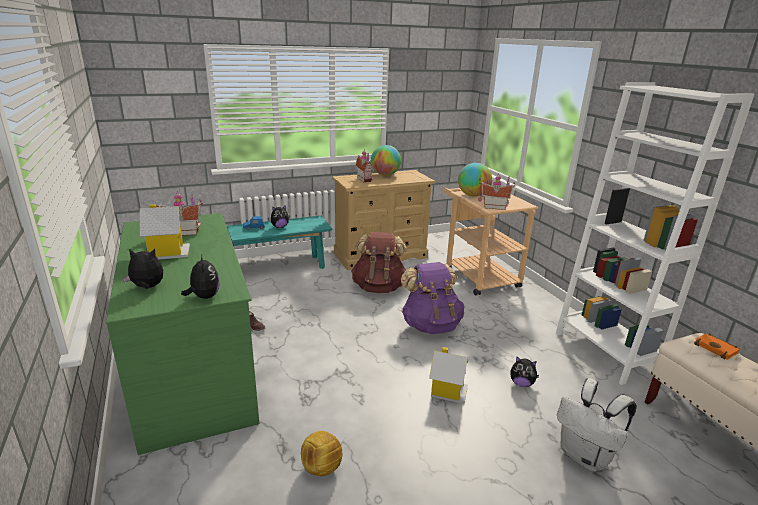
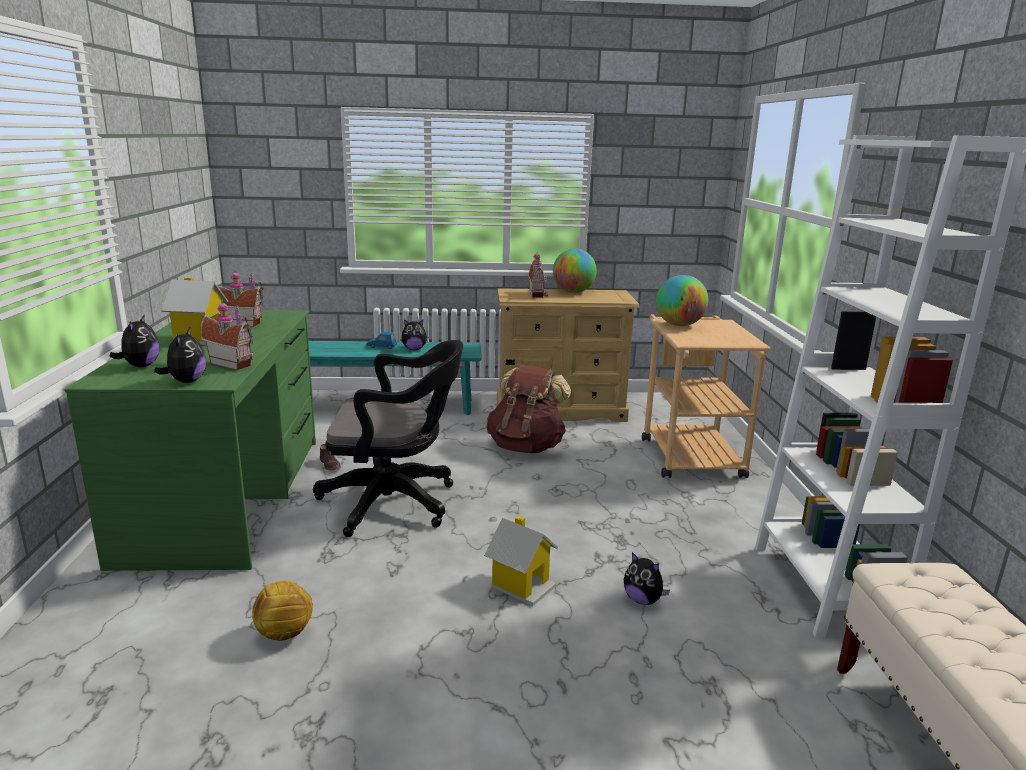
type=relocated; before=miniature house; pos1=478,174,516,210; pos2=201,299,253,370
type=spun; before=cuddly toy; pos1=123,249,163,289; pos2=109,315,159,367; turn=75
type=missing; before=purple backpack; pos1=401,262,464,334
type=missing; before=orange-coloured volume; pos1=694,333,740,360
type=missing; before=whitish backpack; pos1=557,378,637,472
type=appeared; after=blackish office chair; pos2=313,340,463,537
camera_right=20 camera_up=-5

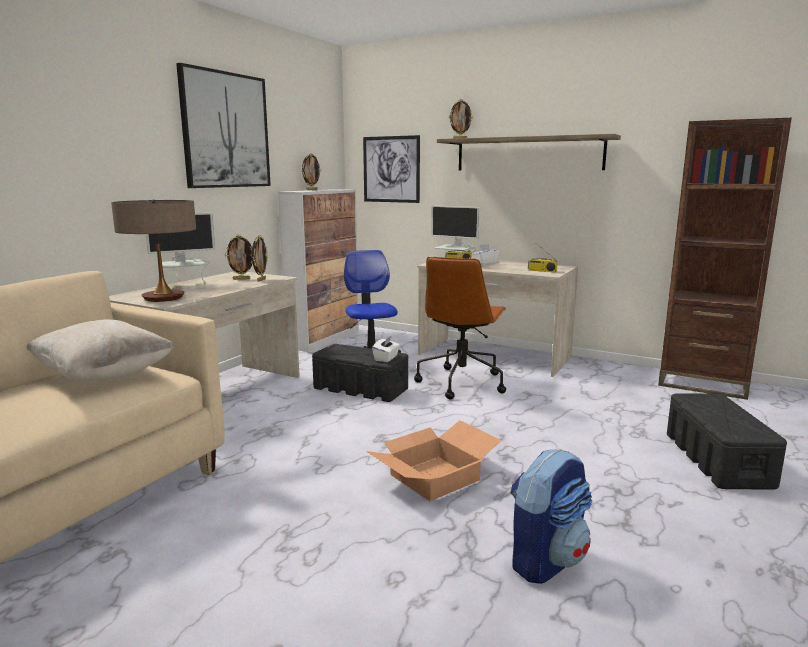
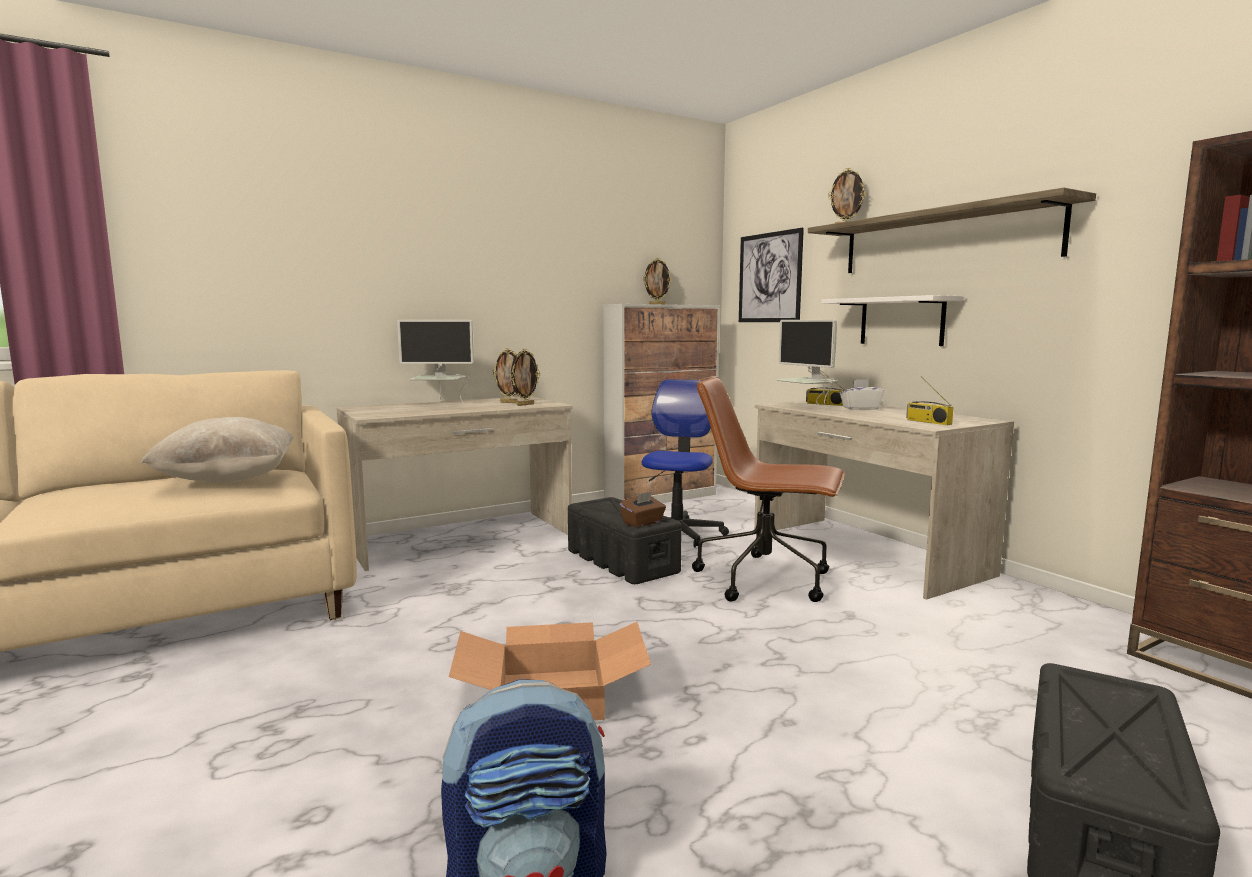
type=missing; before=wall picture; pos1=176,63,271,188
type=missing; before=lamp for a table; pos1=111,200,196,302
type=spun; before=brown-coloured office chair; pos1=414,257,507,399; pos2=692,376,845,602; turn=60
type=colour; before=whitish box of tissues; after=brown-coloured box of tissues; pos1=372,336,400,362; pos2=619,491,666,527
type=appeared; after=whitish wall shelf; pos2=821,295,964,346
camera_right=30 camera_up=-5

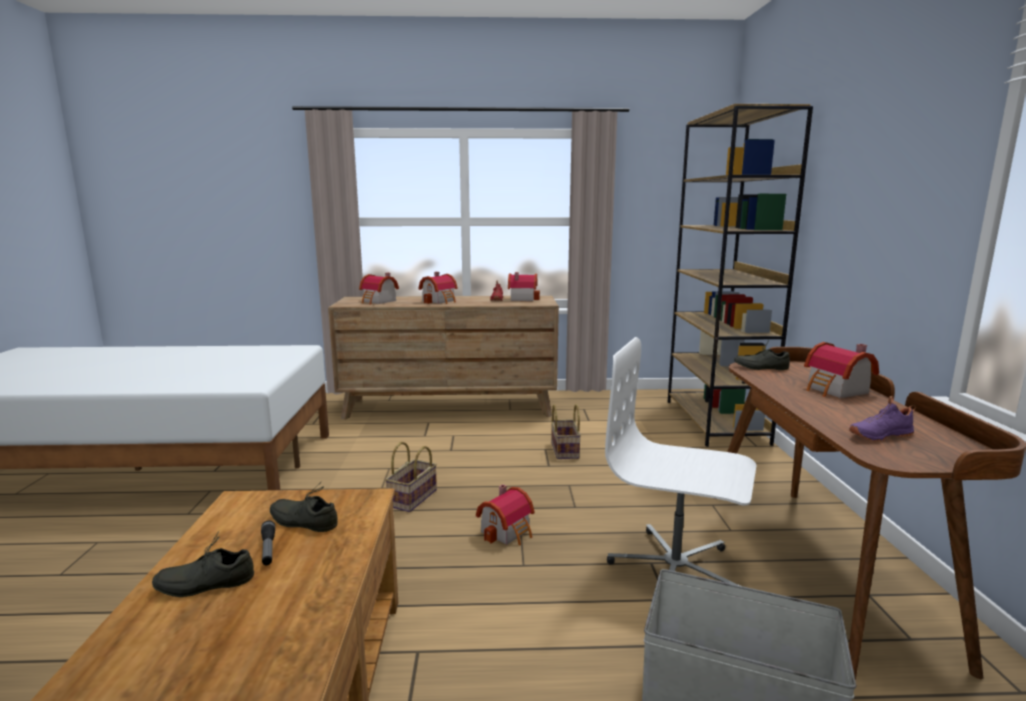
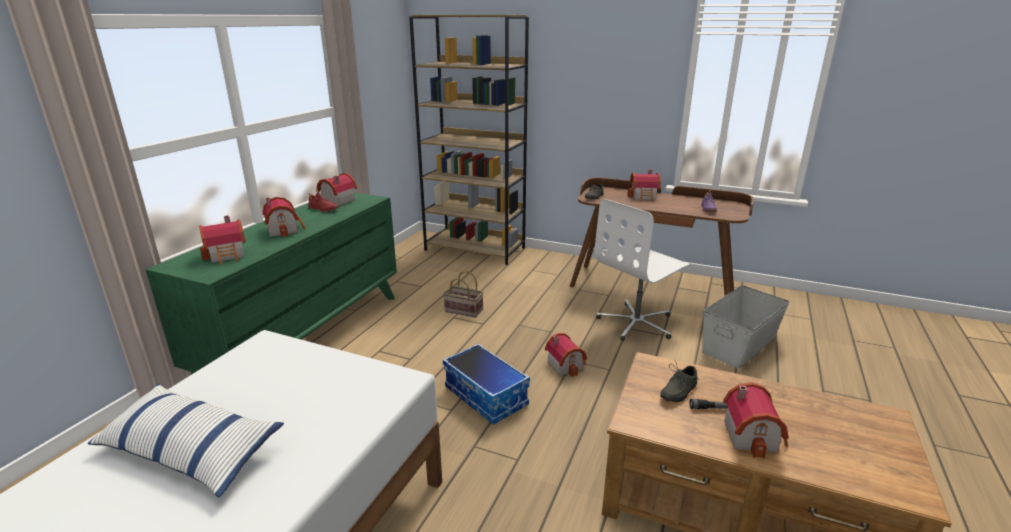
type=colour; before=brown-coloured dresser; after=green-coloured dresser; pos1=328,296,559,420; pos2=146,193,397,375
type=exchanged; before=household basket; after=storage bin; pos1=385,442,437,512; pos2=443,343,530,425
type=exchanged; before=grey low shoe; after=miniature house; pos1=152,531,254,597; pos2=723,383,789,459
type=appeared; after=pillow; pos2=87,383,284,498
camera_right=-65 camera_up=10

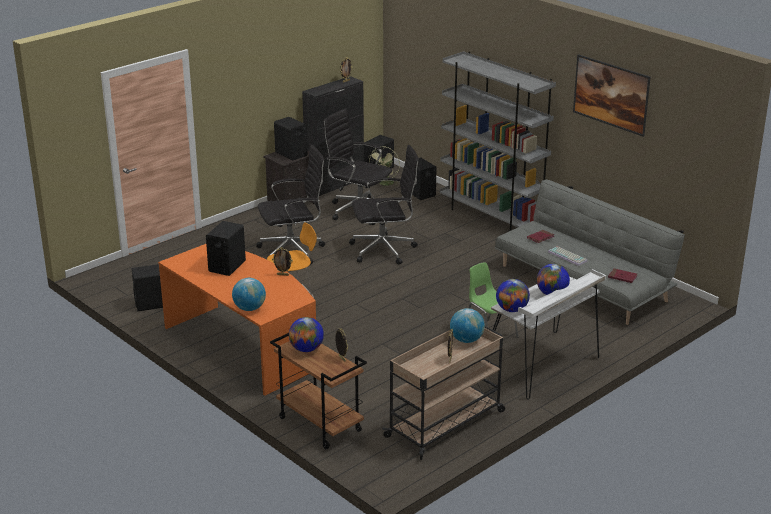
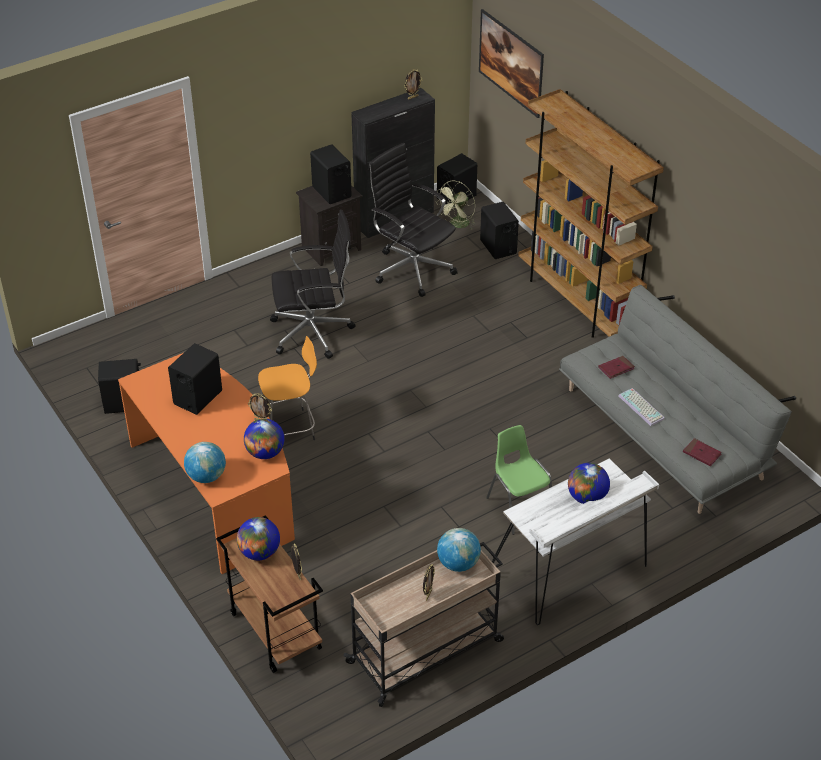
type=colour; before=grey shelving unit; after=brown-coloured shelving unit; pos1=440,51,556,231; pos2=518,89,664,338
type=relocated; before=wall picture; pos1=573,54,651,137; pos2=479,9,544,118
type=missing; before=blackish office chair; pos1=349,145,420,265
type=relocated; before=globe; pos1=496,279,530,312; pos2=244,419,285,459
camera_right=10 camera_up=15

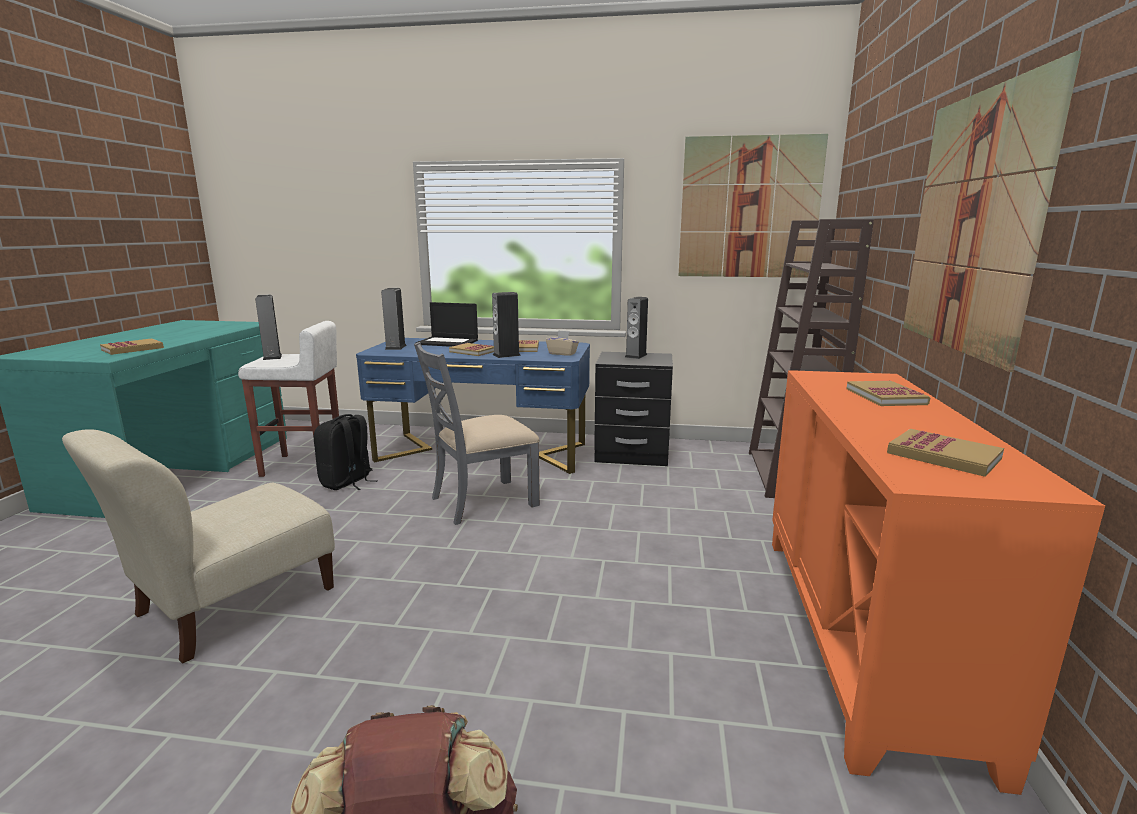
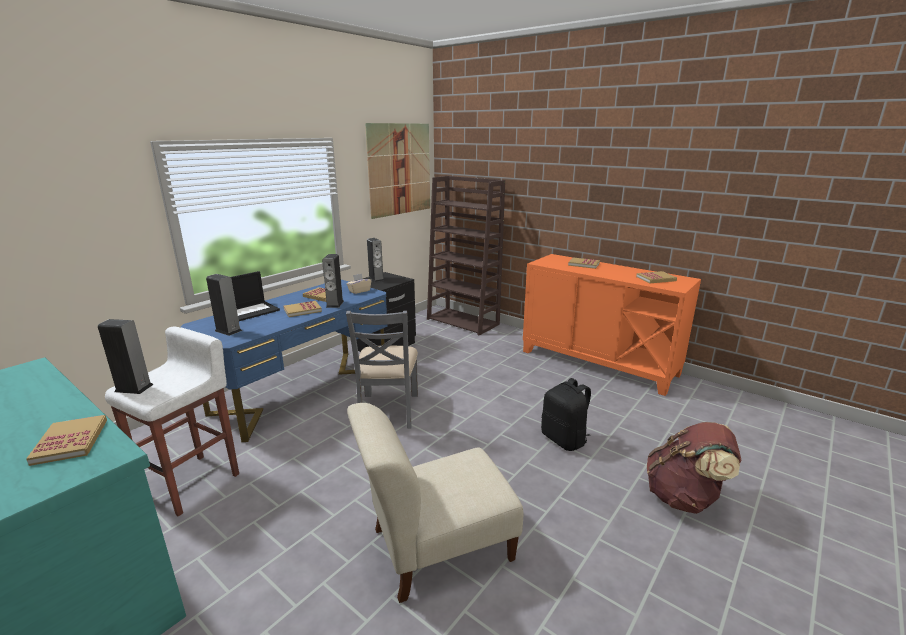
type=missing; before=wall picture; pos1=903,51,1081,372
type=relocated; before=blackish backpack; pos1=314,414,377,490; pos2=541,378,591,451
type=spun; before=sand-coloured chair; pos1=62,429,335,664; pos2=347,403,523,603; turn=90
camera_right=-60 camera_up=5

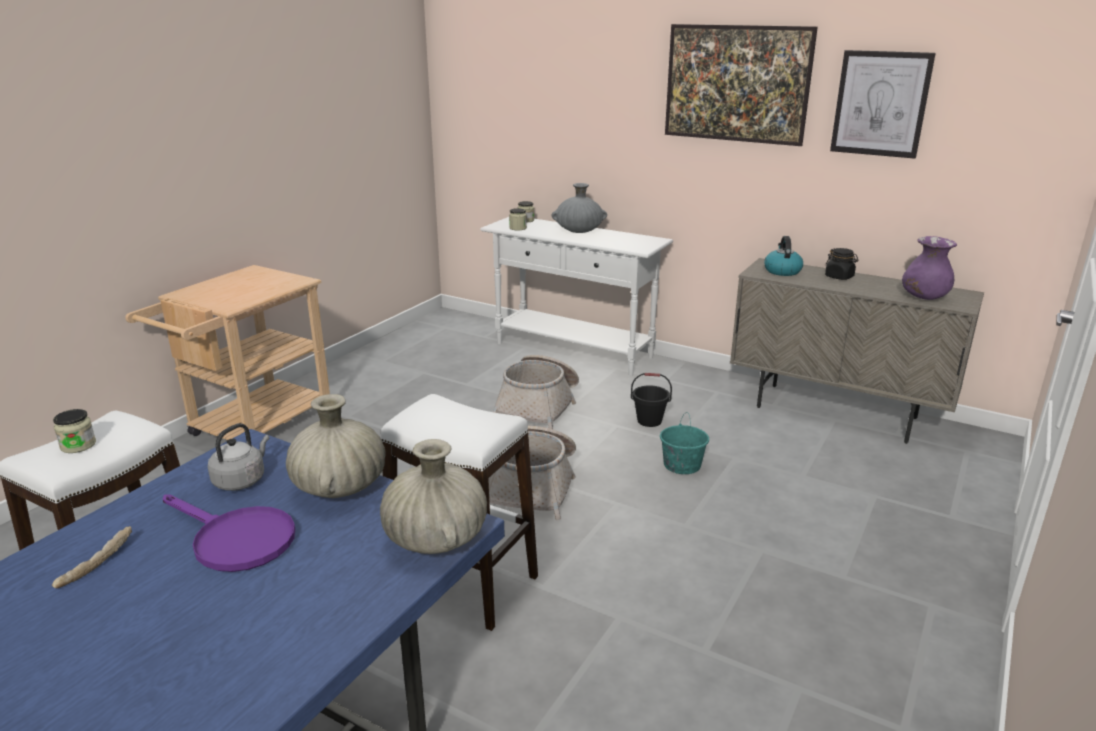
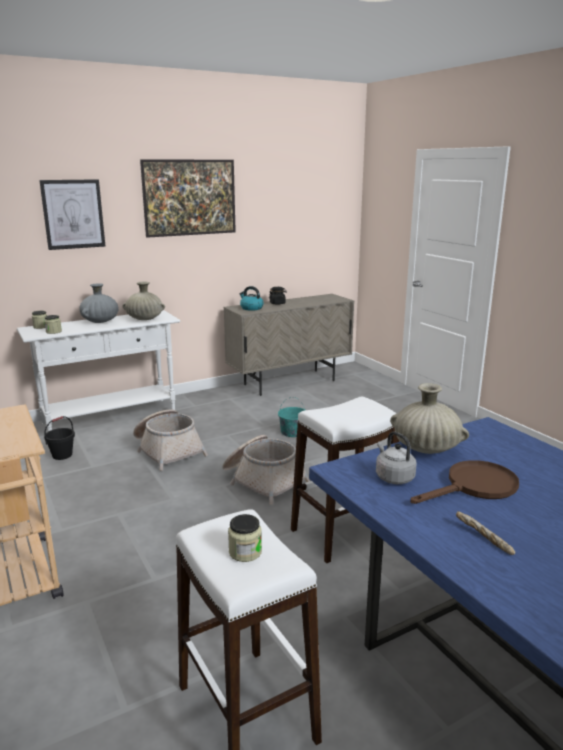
type=relocated; before=wall picture; pos1=830,50,936,159; pos2=39,179,105,250
type=missing; before=purple decorative vase; pos1=902,236,957,300
type=relocated; before=blackish water bucket; pos1=631,373,672,427; pos2=44,416,75,460
type=relocated; before=sand-coloured decorative vase; pos1=380,439,487,554; pos2=122,281,165,320
type=colour; before=purple pan; after=brown-coloured pan; pos1=163,494,295,572; pos2=410,460,519,504
camera_right=-60 camera_up=-5

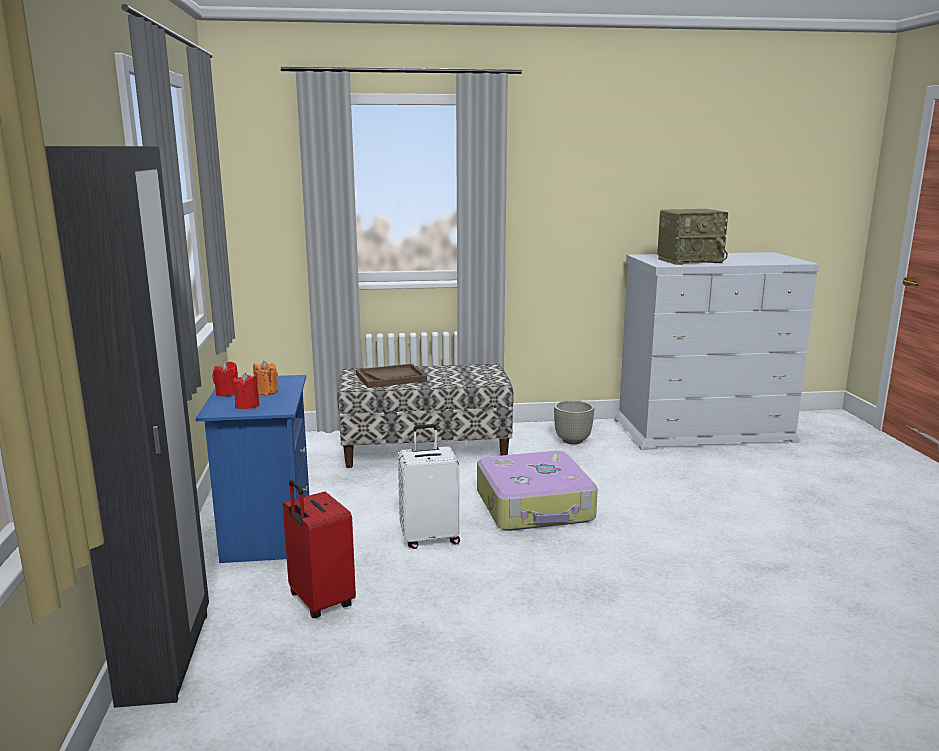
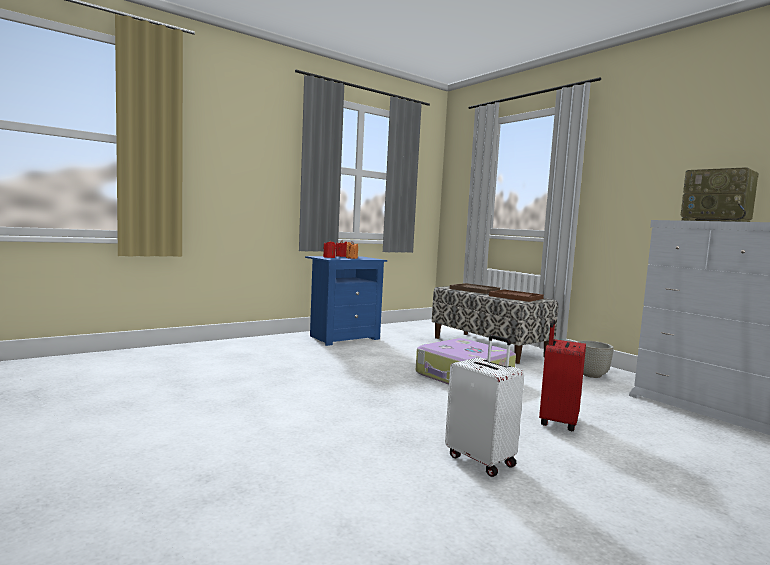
type=missing; before=blackish wardrobe; pos1=45,146,209,708
type=relocated; before=whitish travel case; pos1=398,424,460,549; pos2=445,335,524,477
type=relocated; before=reddish travel case; pos1=283,480,356,618; pos2=539,320,586,431
type=appeared; after=brown-coloured tray; pos2=489,289,544,302
camera_right=60 camera_up=-10

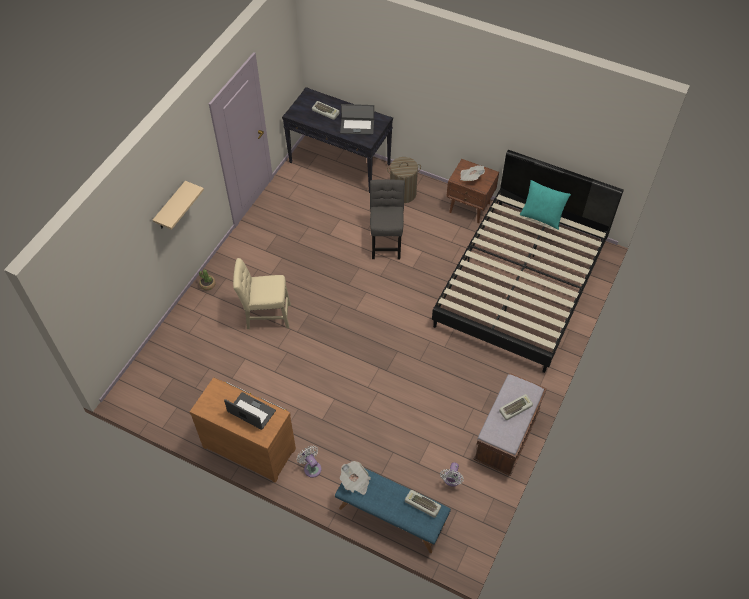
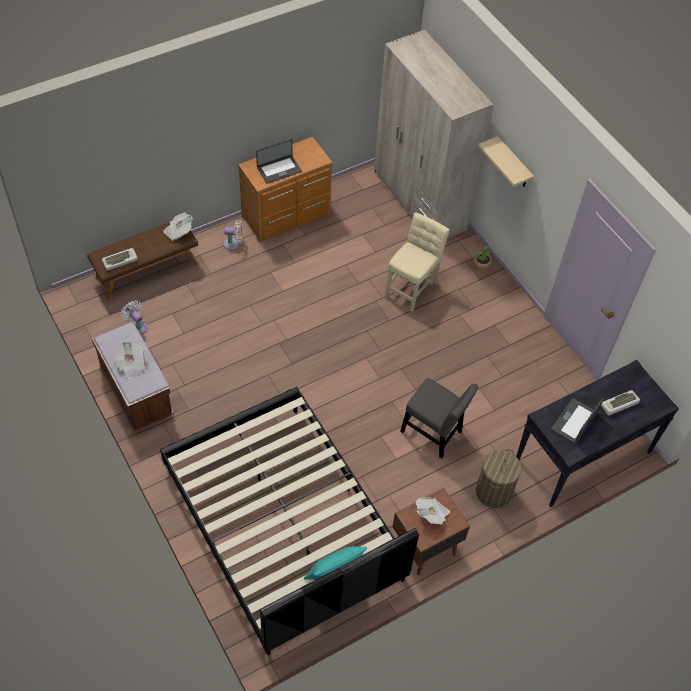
type=exchanged; before=keyboard; after=newspaper; pos1=499,394,533,420; pos2=115,341,146,379
type=colour; before=bluish bench; after=brown-coloured bench; pos1=335,468,451,553; pos2=87,222,198,300
type=appeared; after=sand-coloured wardrobe; pos2=374,30,494,239
camera_right=120 camera_up=0

